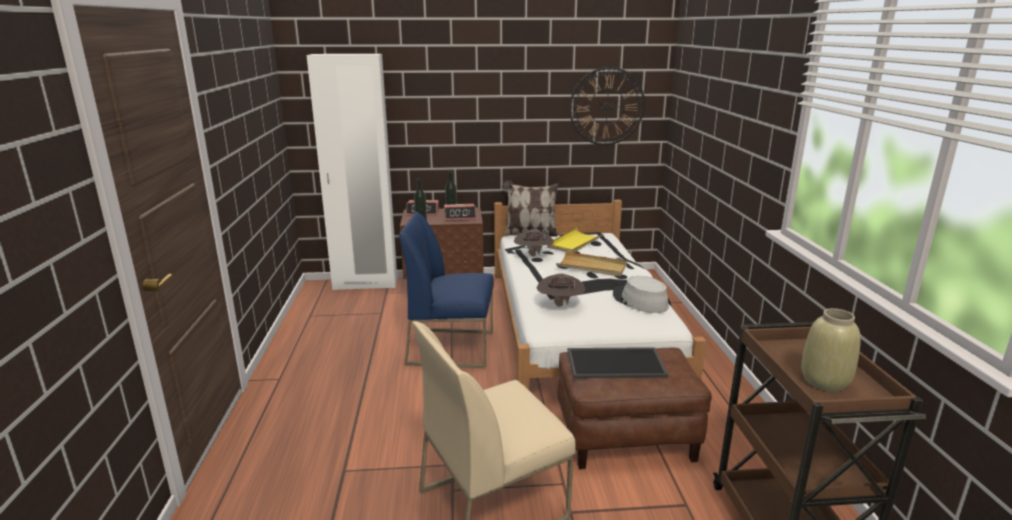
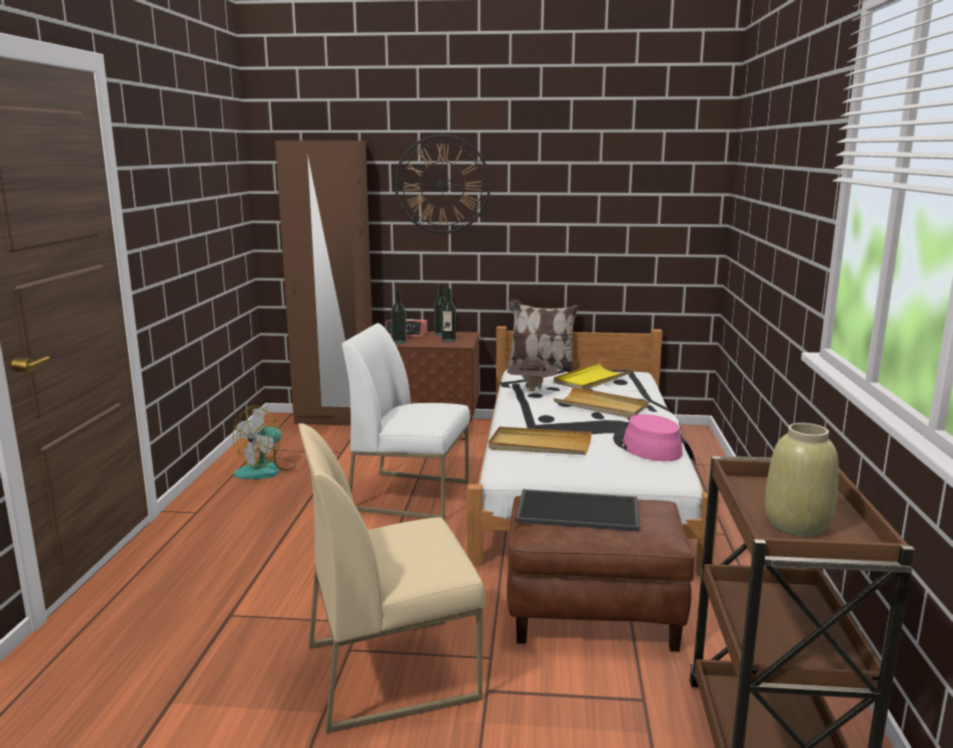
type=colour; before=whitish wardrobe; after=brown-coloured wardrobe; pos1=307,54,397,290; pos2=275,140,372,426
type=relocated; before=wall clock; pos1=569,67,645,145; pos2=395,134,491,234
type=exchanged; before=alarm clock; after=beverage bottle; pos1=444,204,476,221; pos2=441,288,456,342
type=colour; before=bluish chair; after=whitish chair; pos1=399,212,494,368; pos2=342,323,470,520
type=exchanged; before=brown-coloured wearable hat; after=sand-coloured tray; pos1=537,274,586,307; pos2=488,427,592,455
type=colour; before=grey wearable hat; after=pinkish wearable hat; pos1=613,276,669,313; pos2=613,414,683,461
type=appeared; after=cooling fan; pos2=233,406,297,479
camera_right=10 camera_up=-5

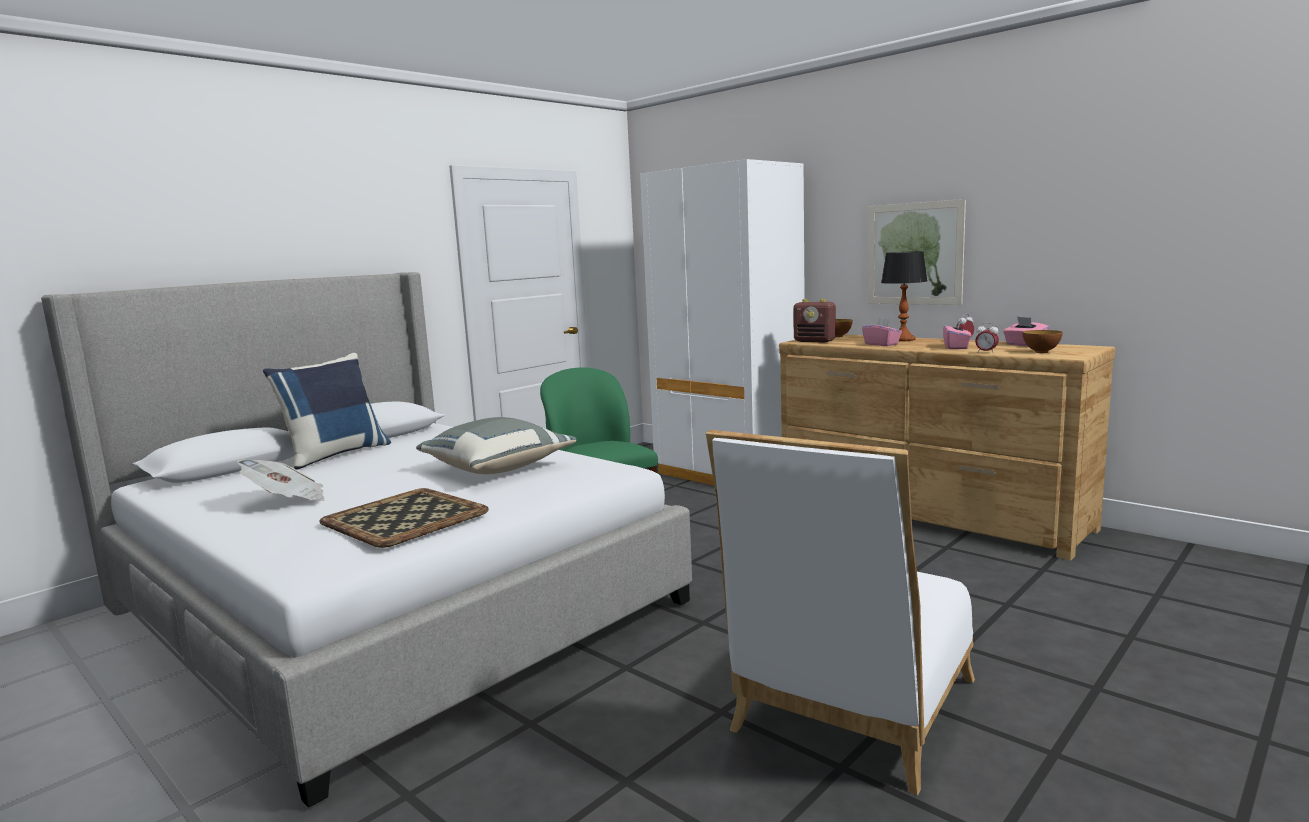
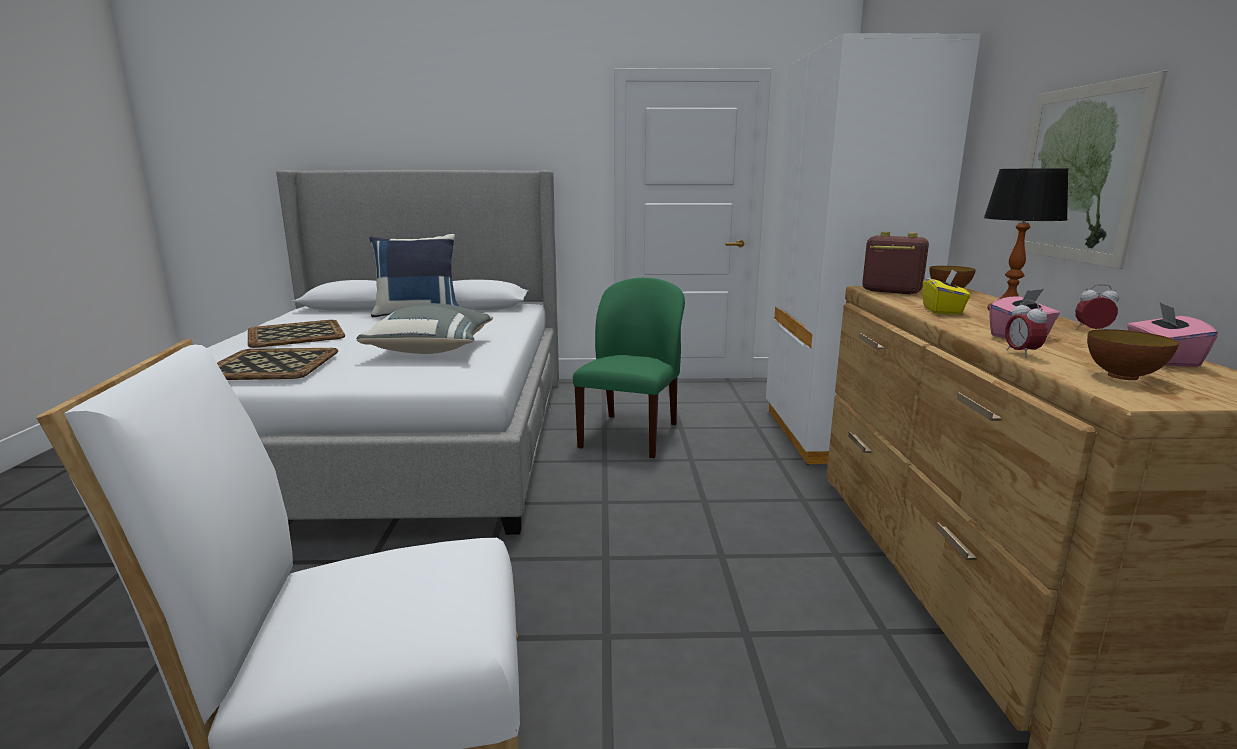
type=spun; before=radio; pos1=793,299,836,342; pos2=862,232,929,294; turn=135
type=colour; before=pinkish box of tissues; after=yellow box of tissues; pos1=862,317,902,346; pos2=923,270,971,315
type=exchanged; before=newspaper; after=tray; pos1=237,459,325,501; pos2=248,320,345,348
camera_right=45 camera_up=5

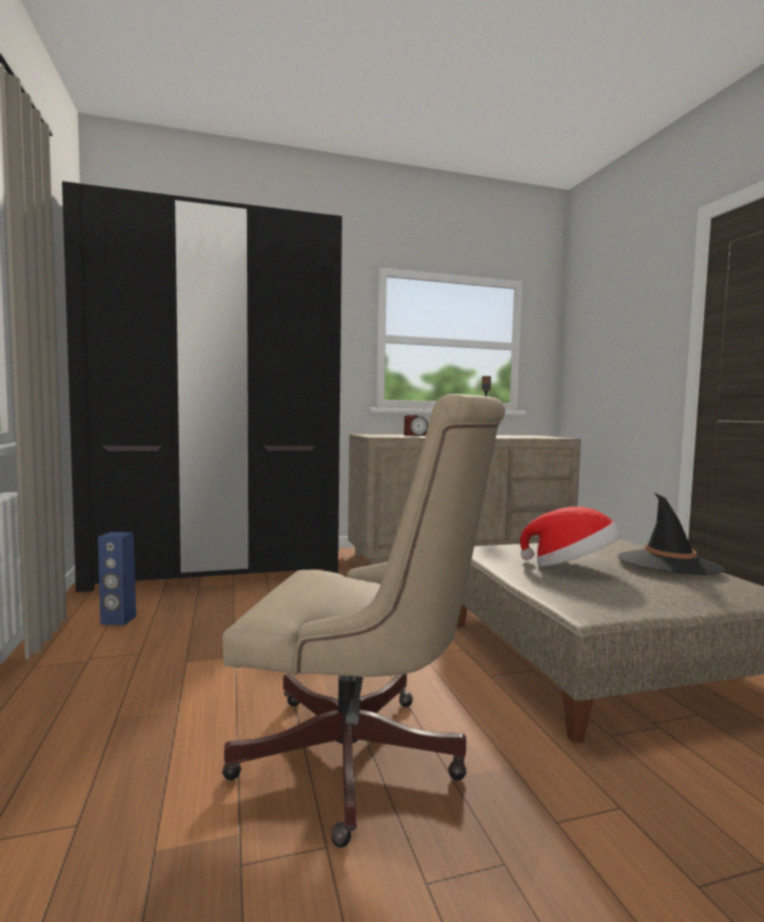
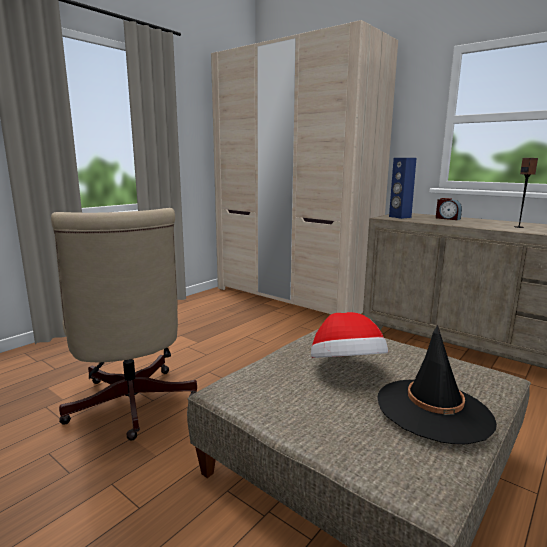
type=colour; before=blackish wardrobe; after=sand-coloured wardrobe; pos1=62,181,342,593; pos2=211,20,398,314
type=relocated; before=bluish audio speaker; pos1=98,532,136,625; pos2=389,158,416,219
camera_right=55 camera_up=10

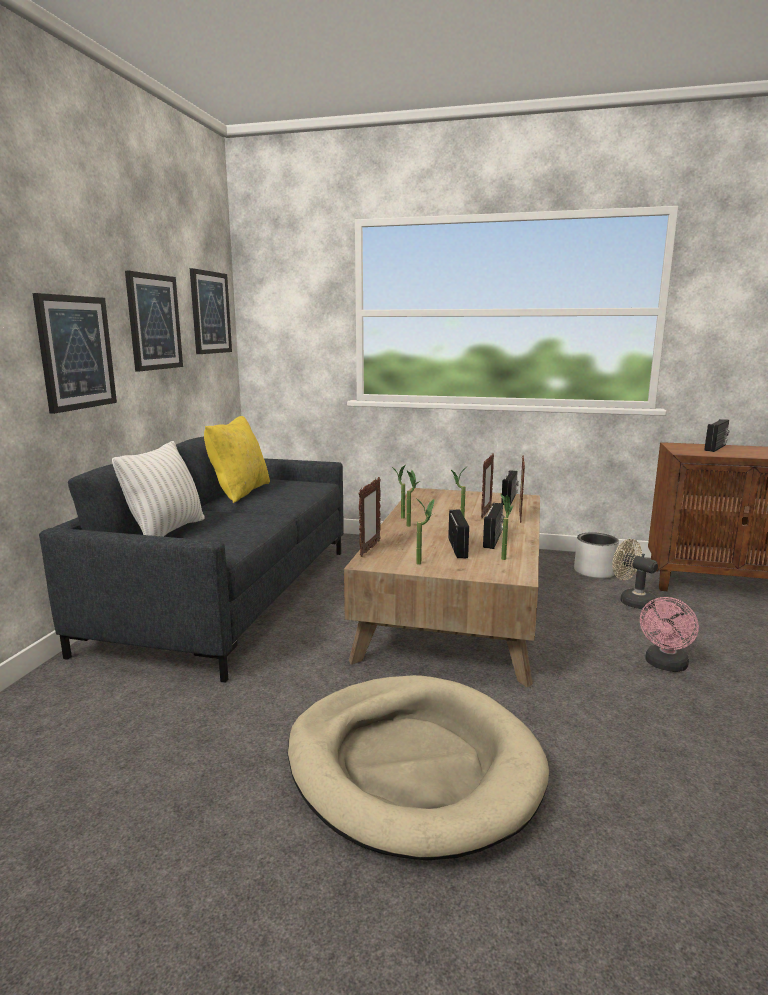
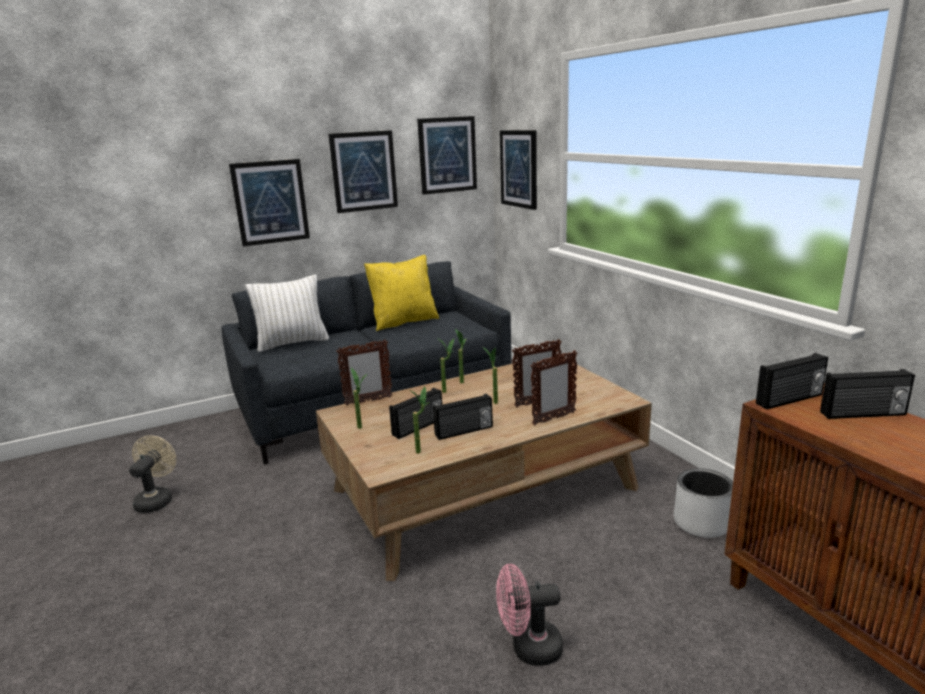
type=relocated; before=radio; pos1=501,470,519,505; pos2=756,353,828,409
type=relocated; before=sand-coloured cooling fan; pos1=612,539,658,609; pos2=129,435,176,513
type=missing; before=sand-coloured dog cushion; pos1=288,675,549,861
type=appeared; after=wall picture; pos2=500,130,537,210
camera_right=50 camera_up=5

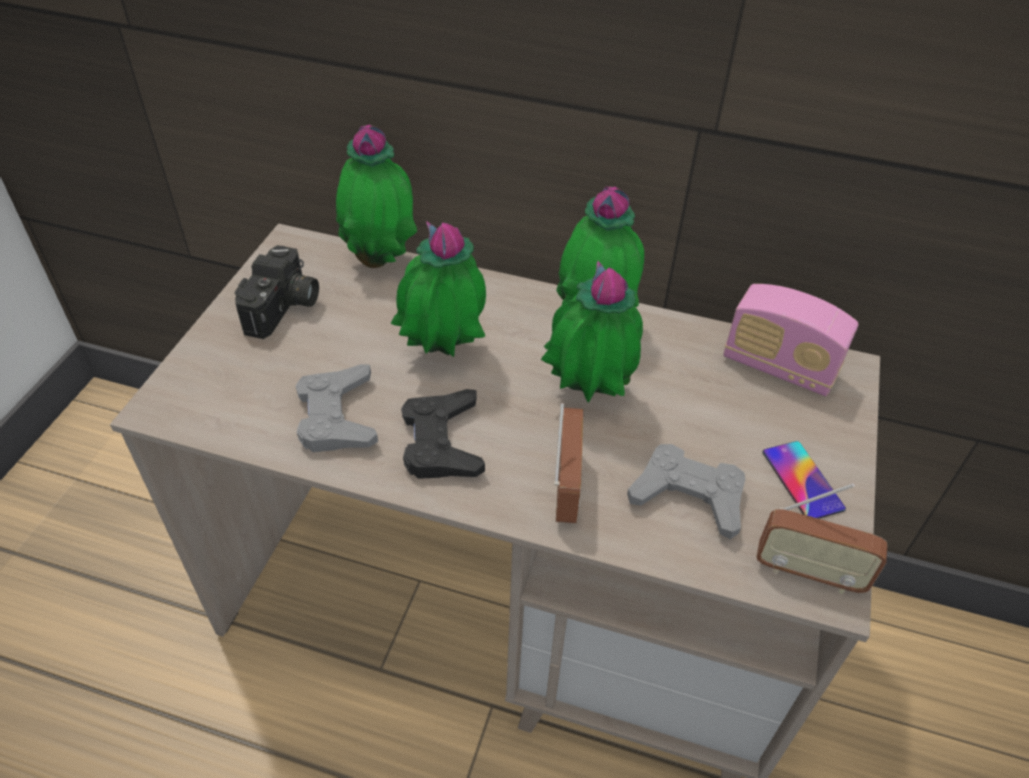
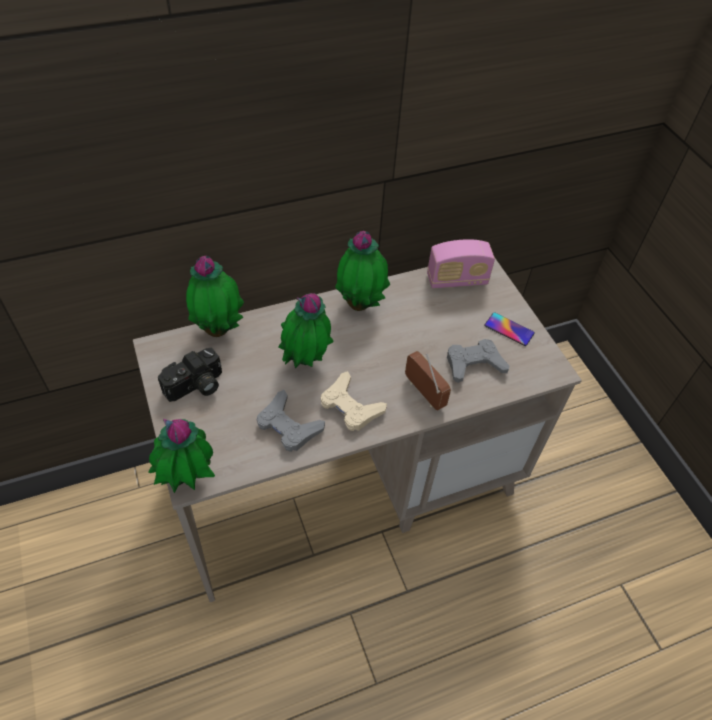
type=spun; before=photo camera; pos1=235,245,319,339; pos2=158,347,222,402; turn=75
type=relocated; before=houseplant; pos1=541,261,643,403; pos2=148,419,215,493
type=colour; before=blackish gamepad; after=sand-coloured gamepad; pos1=401,389,485,479; pos2=320,371,387,431
type=missing; before=radio; pos1=756,483,888,594
camera_right=-40 camera_up=5

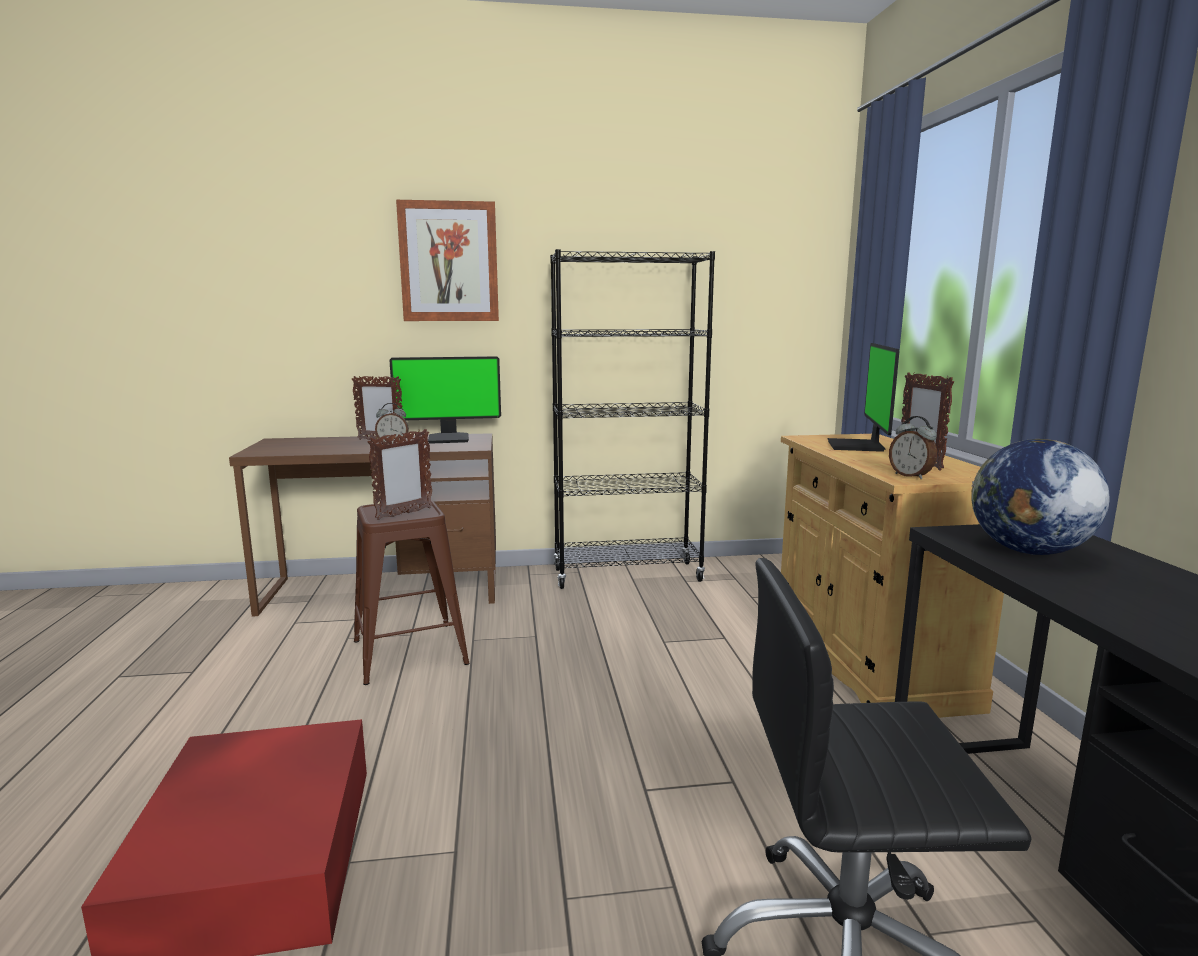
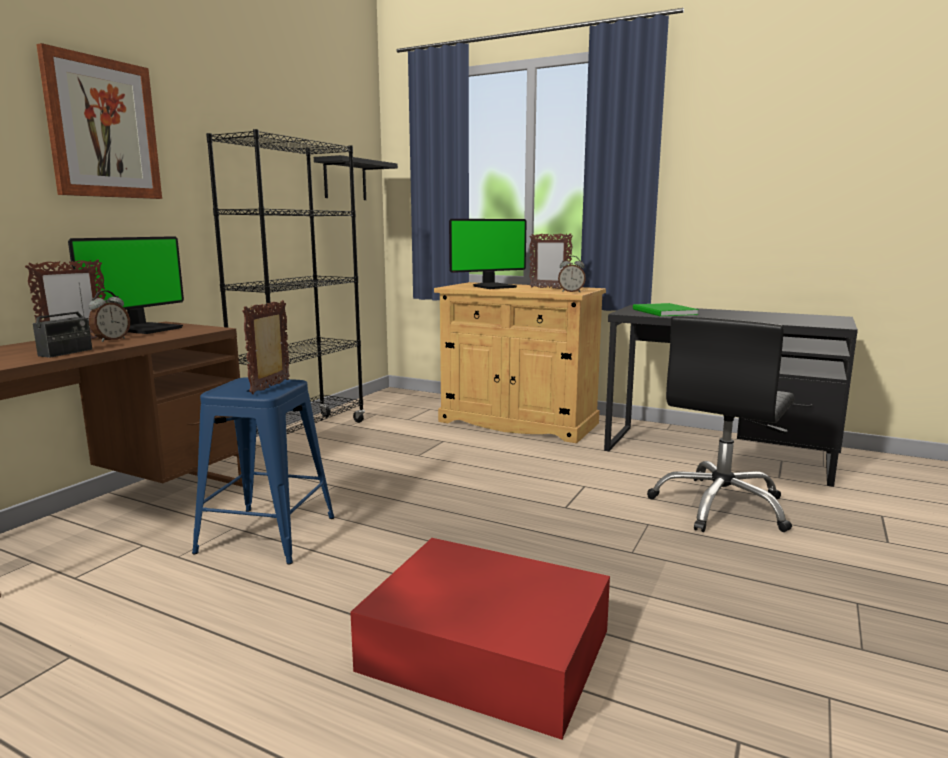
type=spun; before=monitor; pos1=827,343,899,452; pos2=449,219,527,289; turn=-75
type=spun; before=standing frame; pos1=368,429,433,520; pos2=242,300,290,394; turn=-150
type=exchanged; before=globe; after=green-coloured volume; pos1=971,439,1110,555; pos2=633,303,699,317
type=colour; before=brown-coloured stool; after=bluish stool; pos1=354,500,470,685; pos2=192,377,335,564
type=appeared; after=blackish wall shelf; pos2=314,155,398,200
type=appeared; after=radio; pos2=33,283,92,358
camera_right=-55 camera_up=0

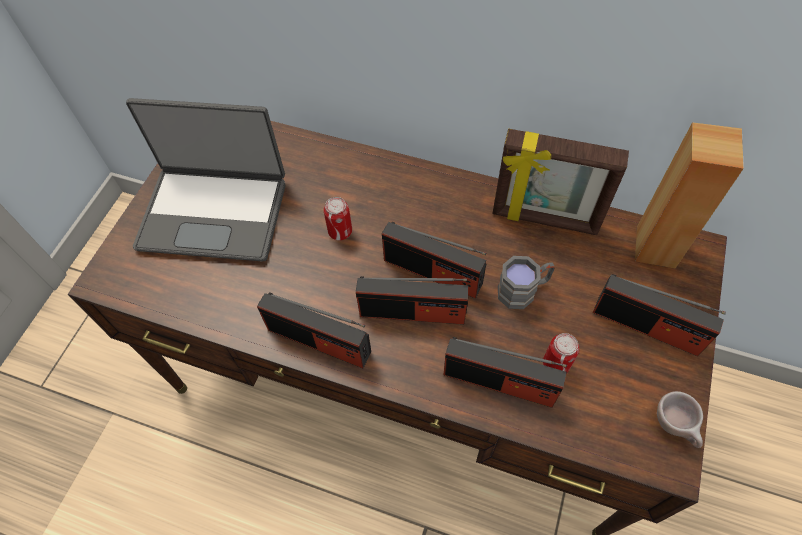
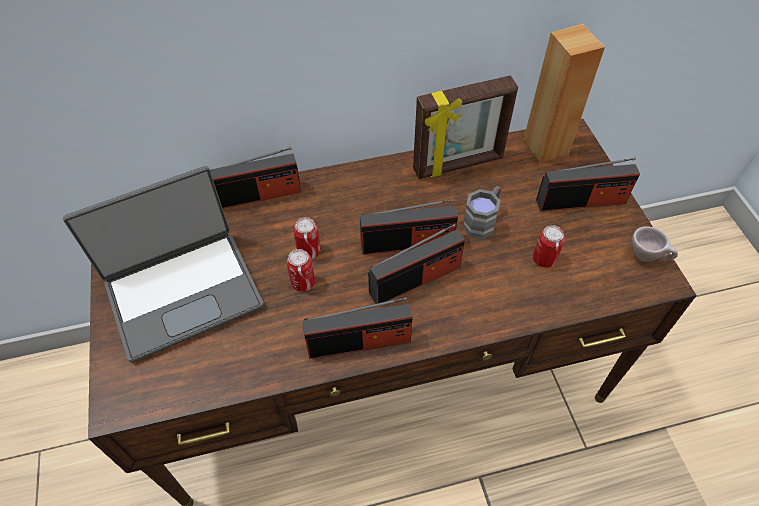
type=relocated; before=radio; pos1=444,337,567,407; pos2=210,147,301,209
type=appeared; after=can; pos2=287,249,315,292
camera_right=-35 camera_up=-5

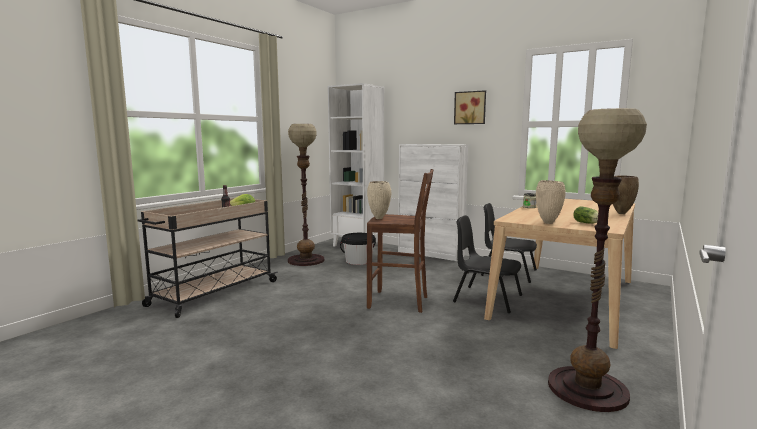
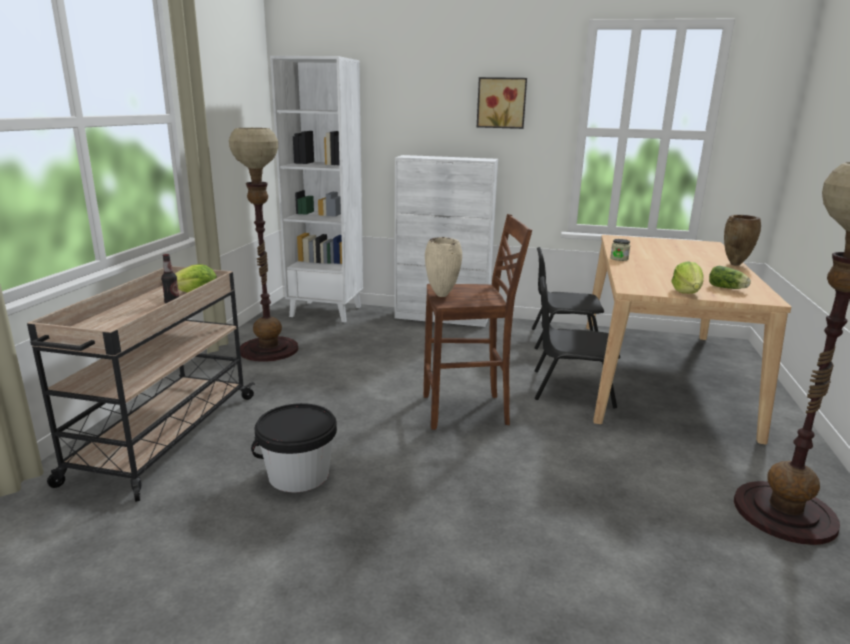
type=exchanged; before=sand-coloured decorative vase; after=head of lettuce; pos1=536,180,566,224; pos2=672,261,703,294
type=relocated; before=blackish water bucket; pos1=340,233,376,265; pos2=251,403,337,492
camera_right=-20 camera_up=10

